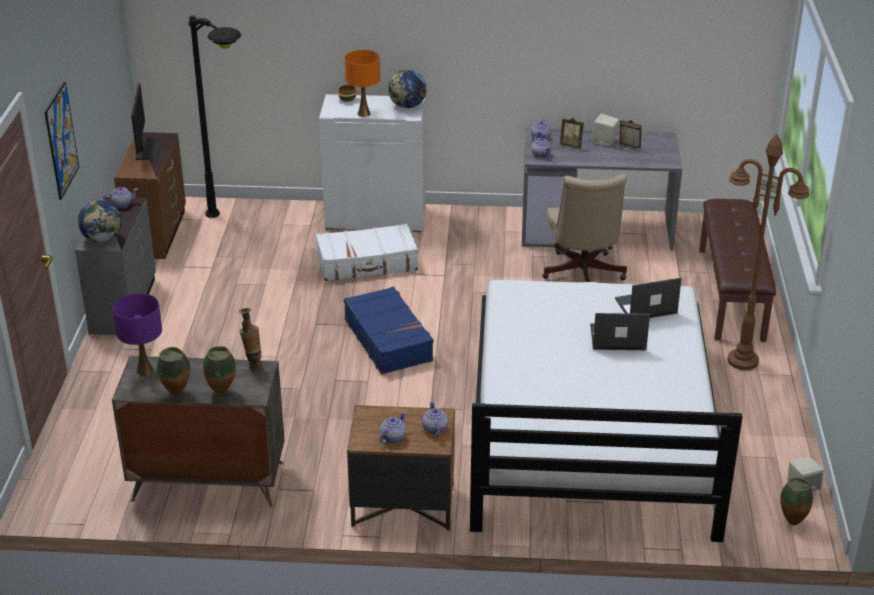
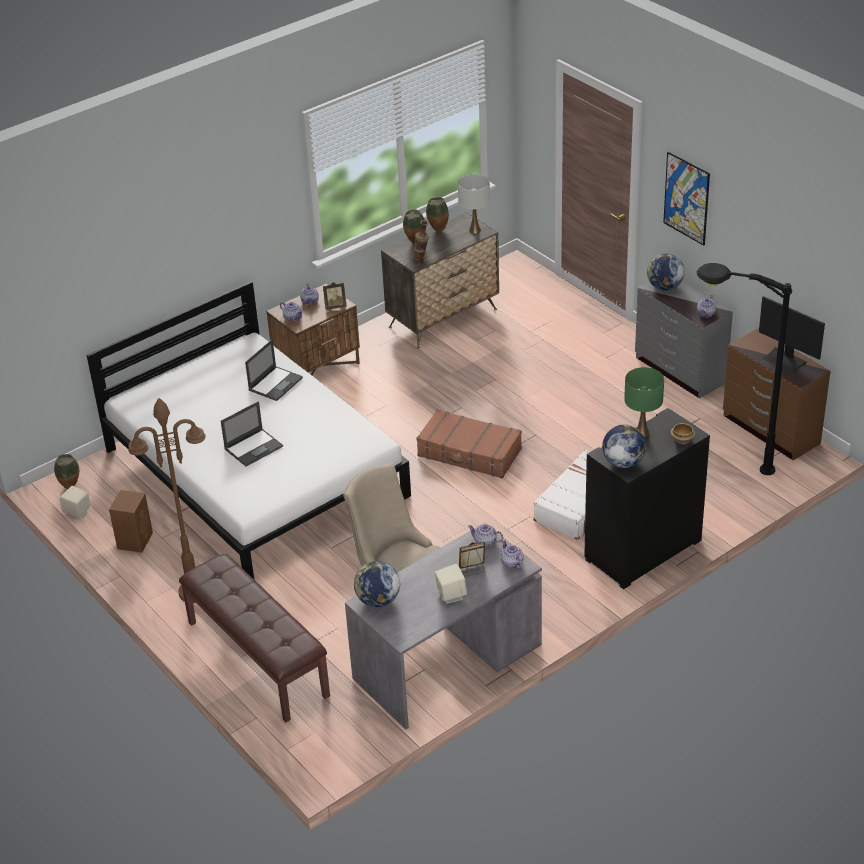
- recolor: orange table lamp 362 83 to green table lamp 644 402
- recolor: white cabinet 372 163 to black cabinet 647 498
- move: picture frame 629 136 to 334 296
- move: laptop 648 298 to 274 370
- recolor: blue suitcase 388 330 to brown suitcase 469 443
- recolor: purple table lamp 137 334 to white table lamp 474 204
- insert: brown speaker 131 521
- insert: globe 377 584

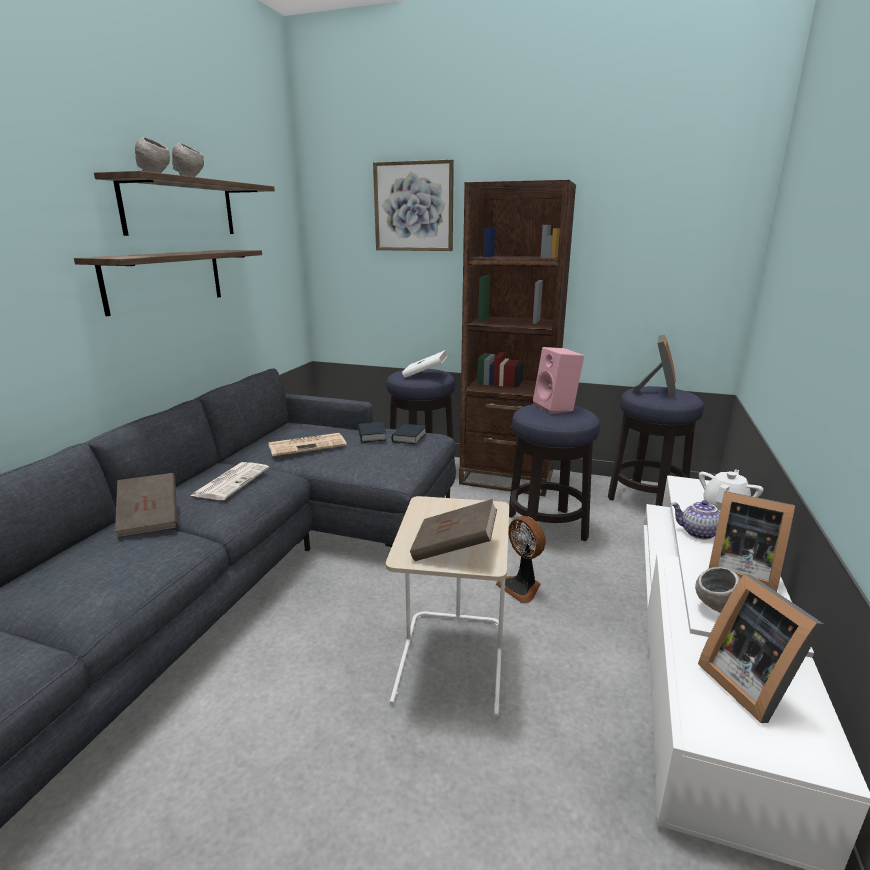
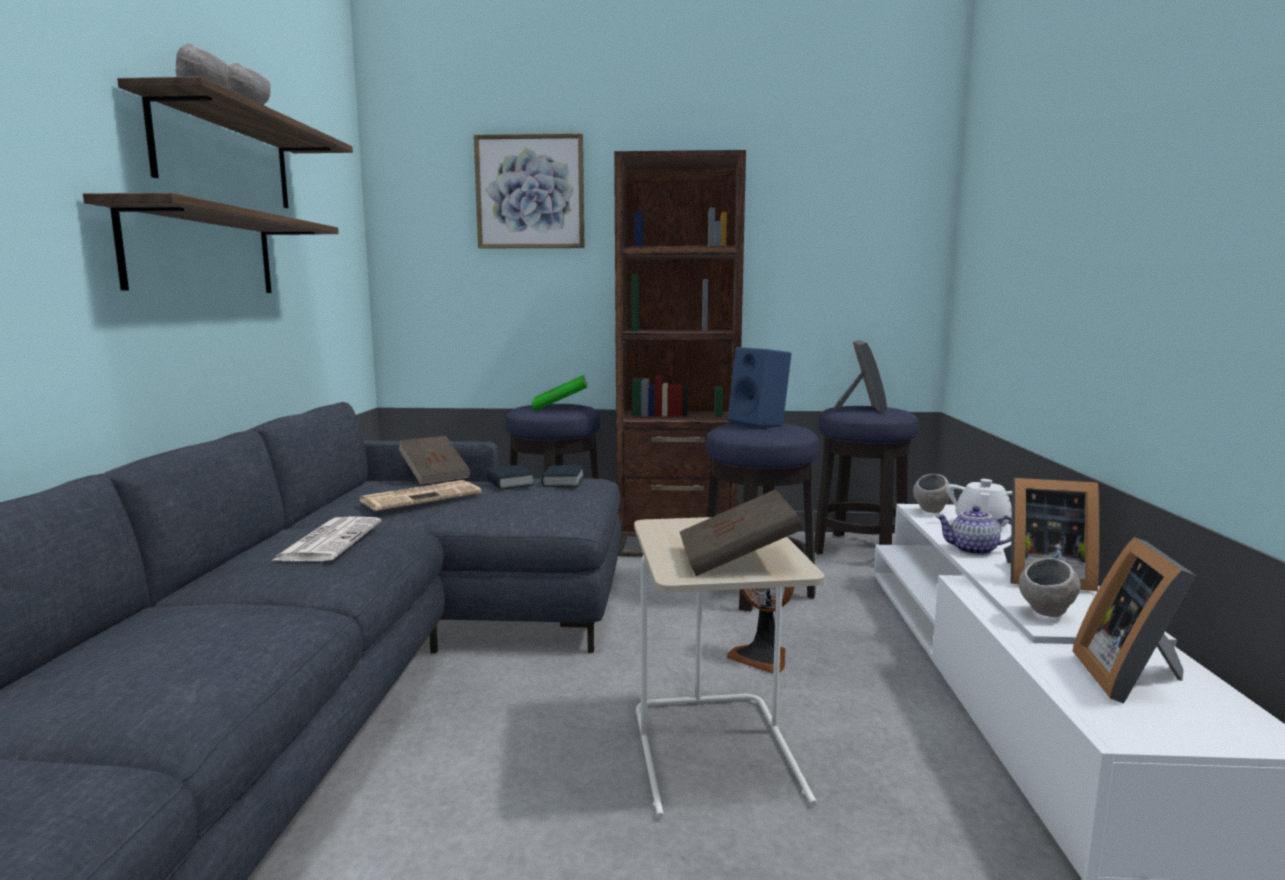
- recolor: pink speaker 558 380 to blue speaker 760 388
- recolor: white book 424 364 to green book 559 393
- move: brown book 146 505 to 434 460
- rotate: picture frame 761 648 = 1134 620 45 degrees clockwise
- insert: grey bowl 931 493

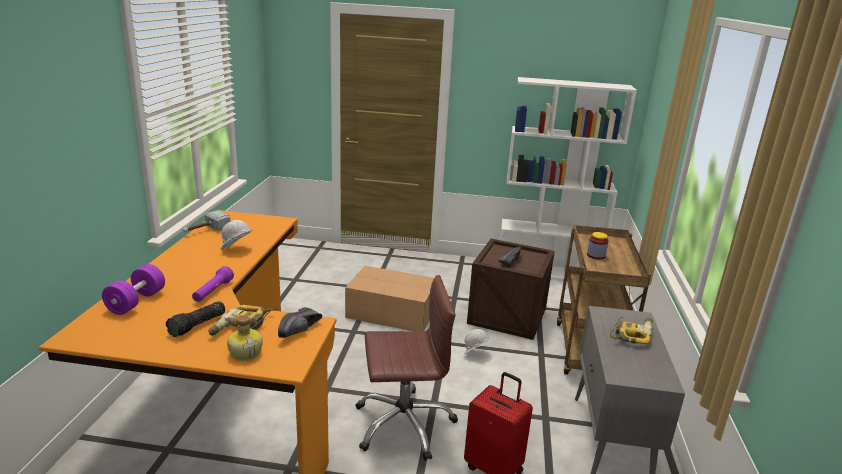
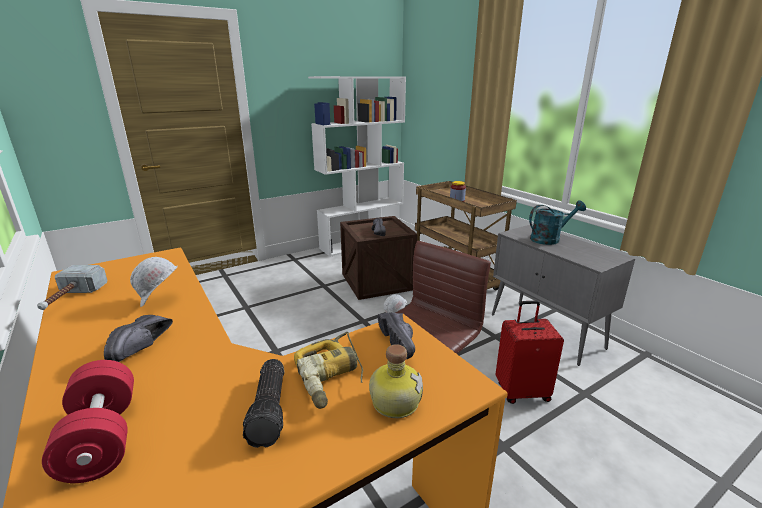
- recolor: purple dumbbell 133 289 to red dumbbell 88 421
- delete: purple flashlight 213 284
- delete: cardboard box 389 299
- replace: power drill 631 330 to turquoise watering can 557 222
- insert: black shoe 138 338

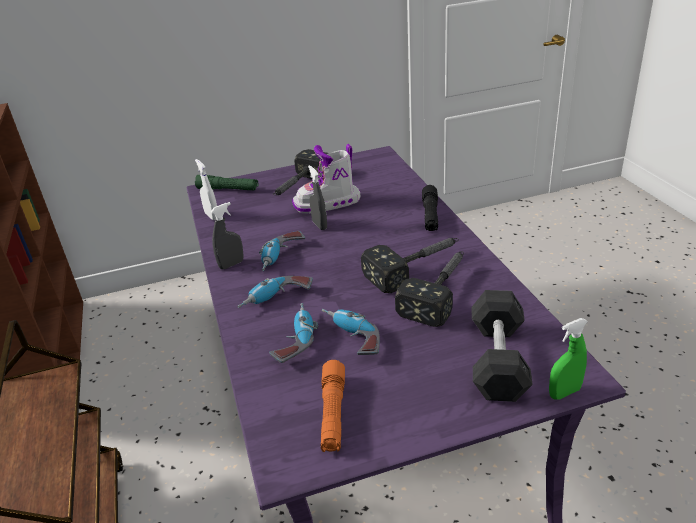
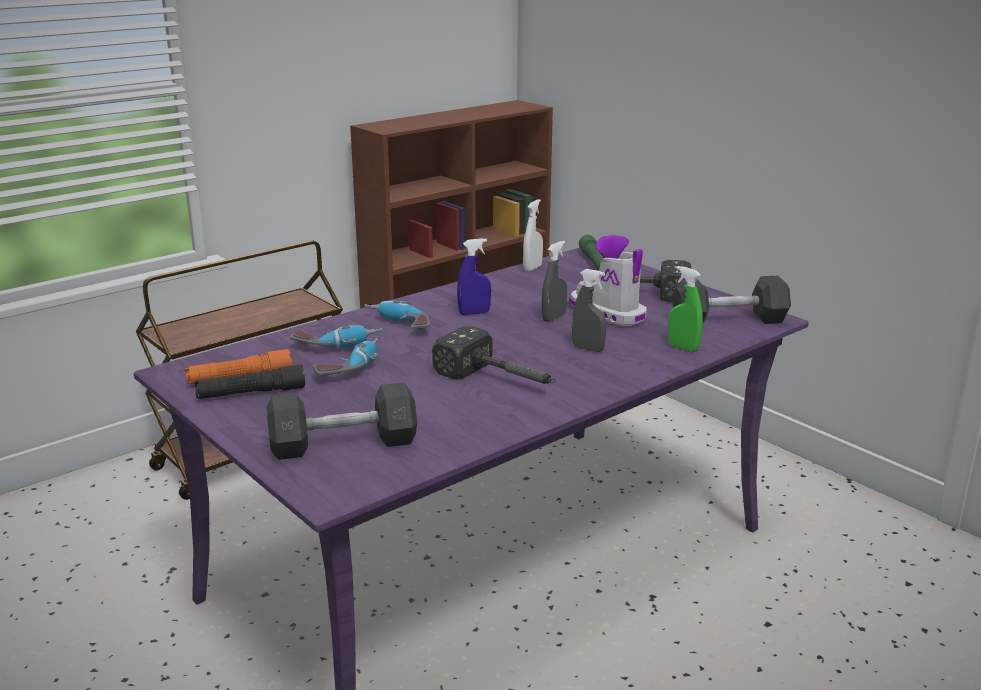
- move: black flashlight 430 208 to 250 381
- move: grey spray bottle 226 236 to 589 310
- replace: power drill 282 251 to blue spray bottle 474 276
- delete: hammer 429 289
- move: green spray bottle 568 359 to 685 309
- insert: grey dumbbell 731 300

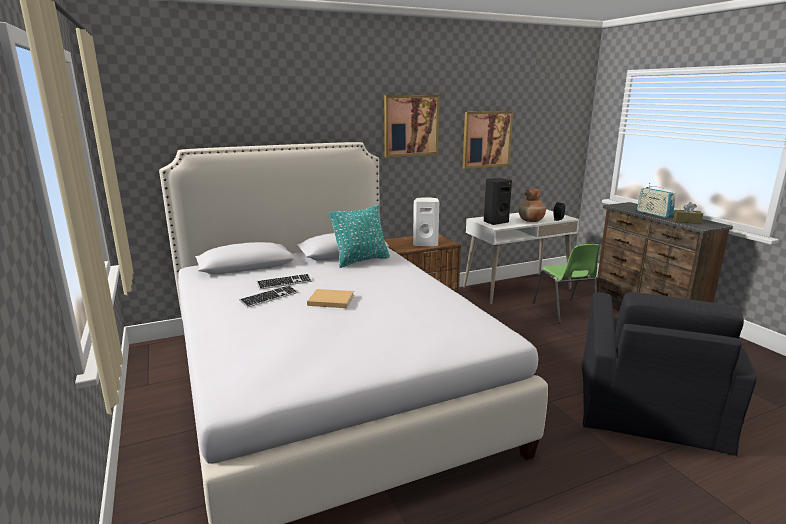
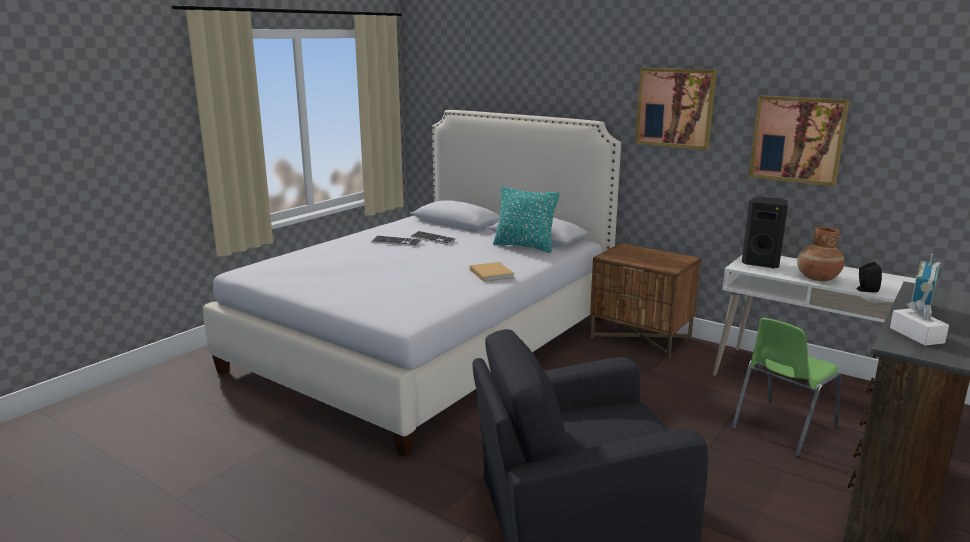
- delete: white speaker 426 222
- recolor: brown tissue box 688 213 to white tissue box 919 322
- move: beige book 330 298 to 492 272

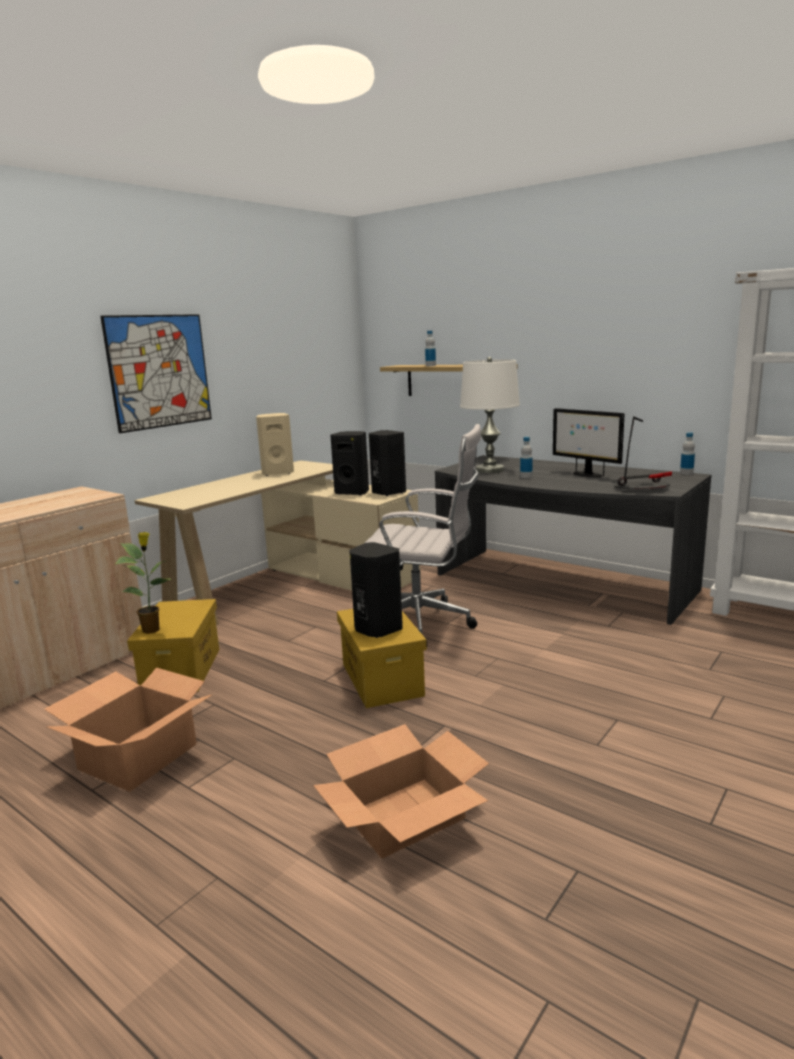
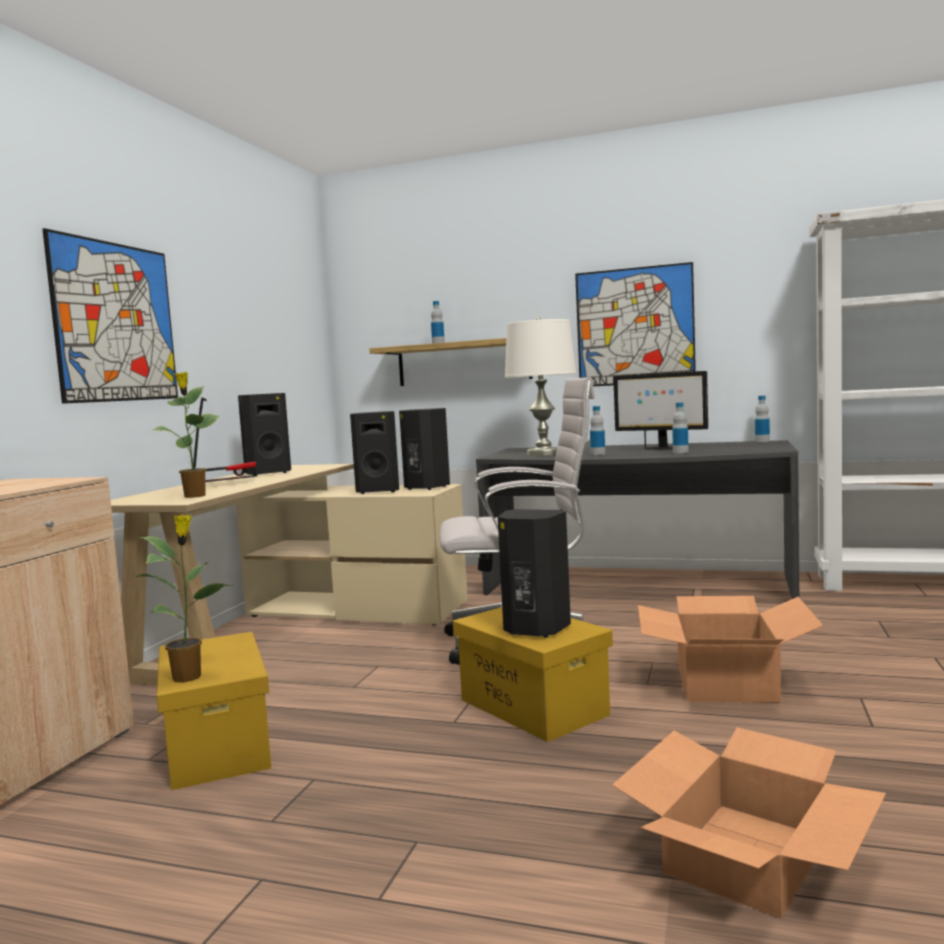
- recolor: beige speaker 275 444 to black speaker 264 434
- move: table lamp 643 452 to 224 439
- move: cardboard box 128 730 to 730 649
- insert: picture 635 324
- insert: potted plant 186 435
- insert: bottle 680 427

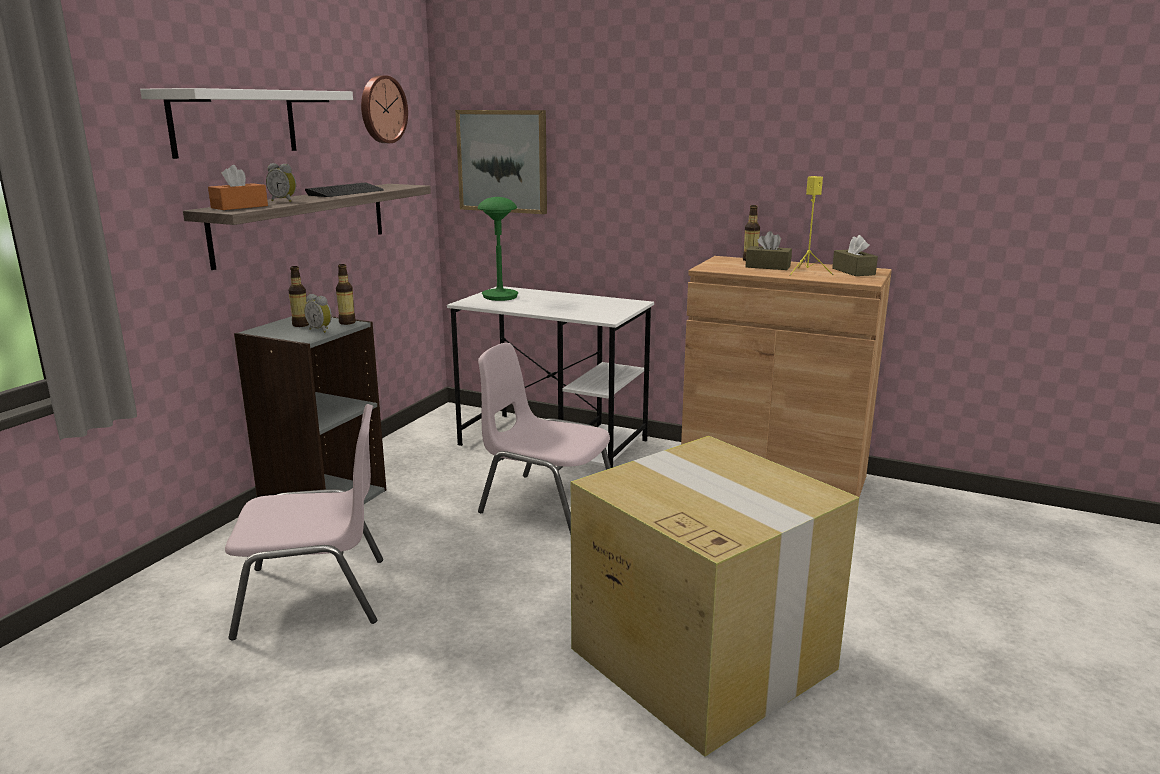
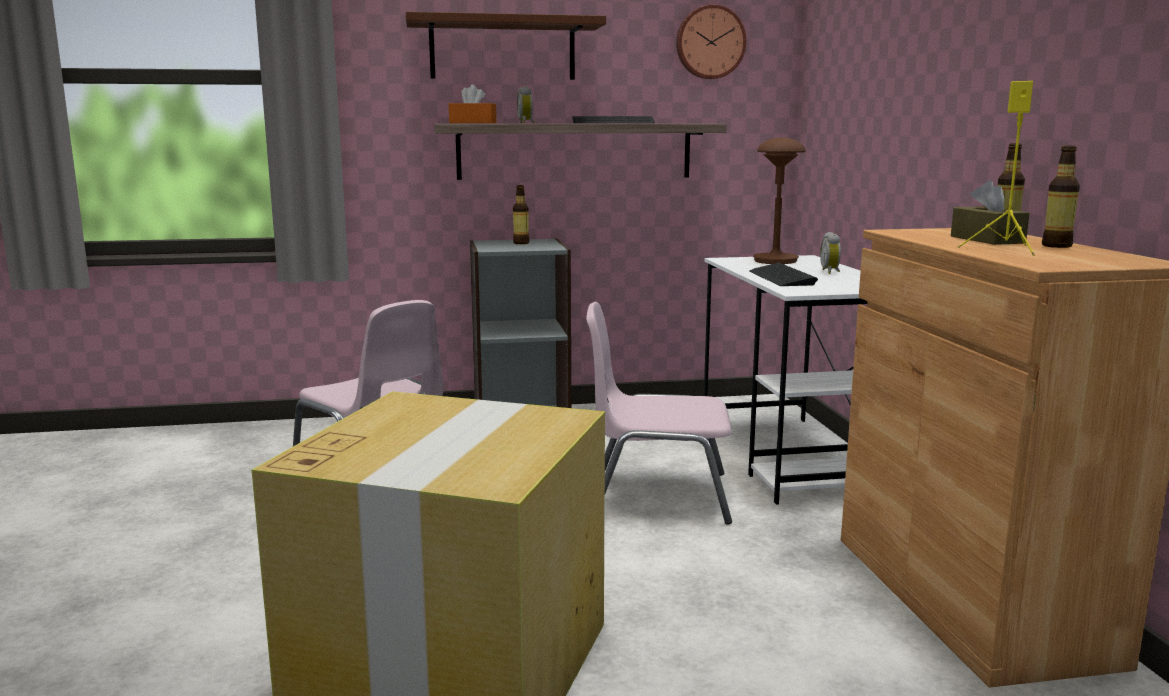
- recolor: white shelf 246 123 to brown shelf 506 45
- delete: picture 501 162
- recolor: green table lamp 498 249 to brown table lamp 779 201
- delete: brown tissue box 855 255
- move: bottle 346 294 to 1061 196
- move: alarm clock 318 313 to 830 253
- rotate: pink chair 544 439 = 659 413 75 degrees counterclockwise
- insert: keyboard 783 274

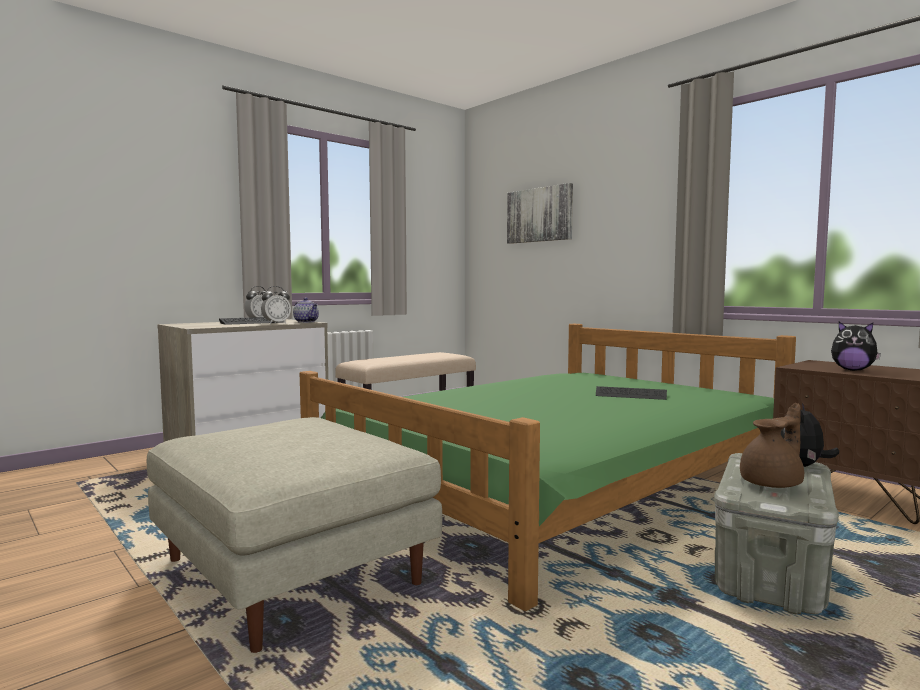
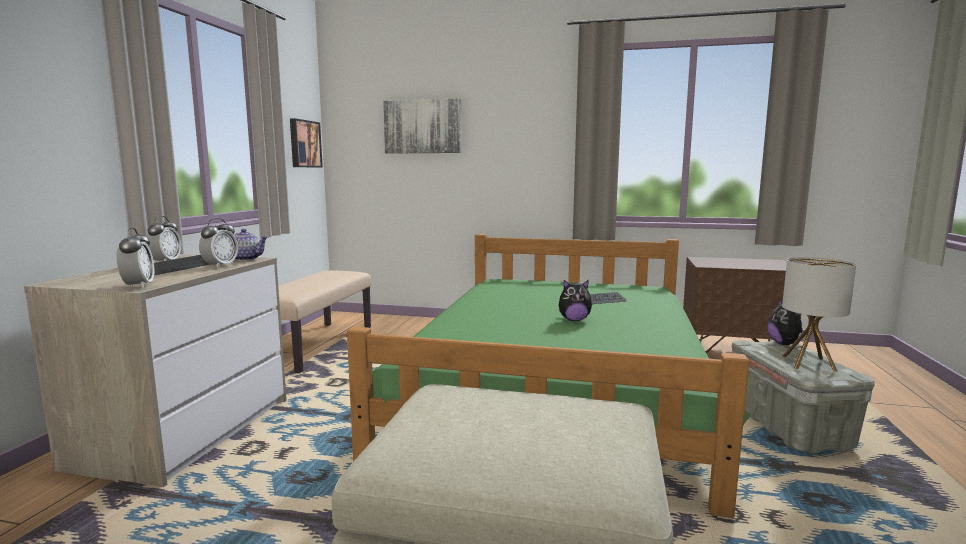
- move: plush toy 856 346 to 575 300
- replace: brown teapot 772 445 to table lamp 819 314
- insert: picture 306 143
- insert: alarm clock 135 258

